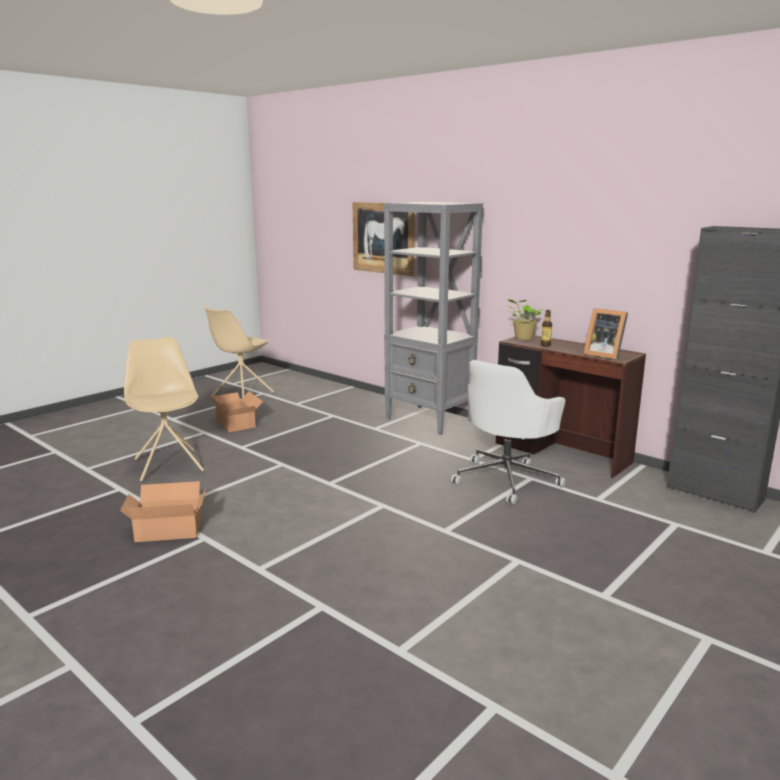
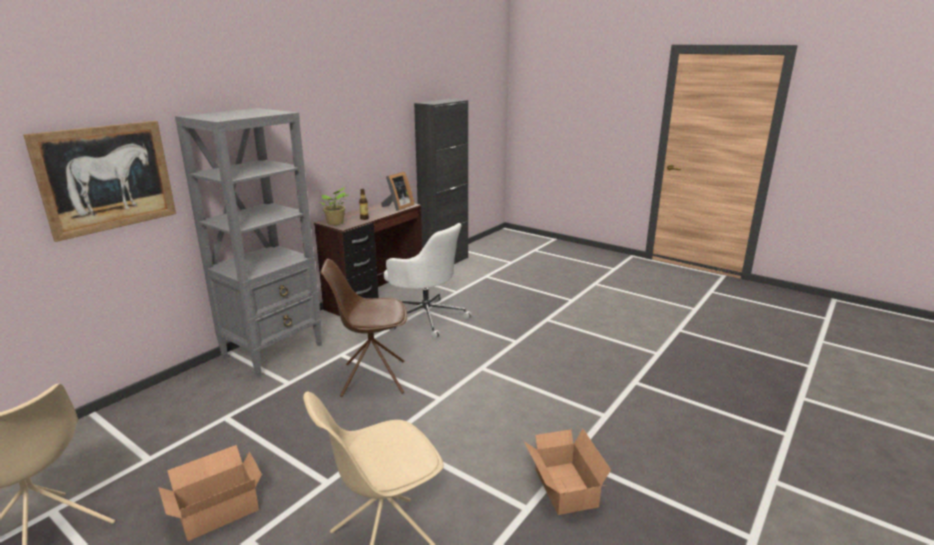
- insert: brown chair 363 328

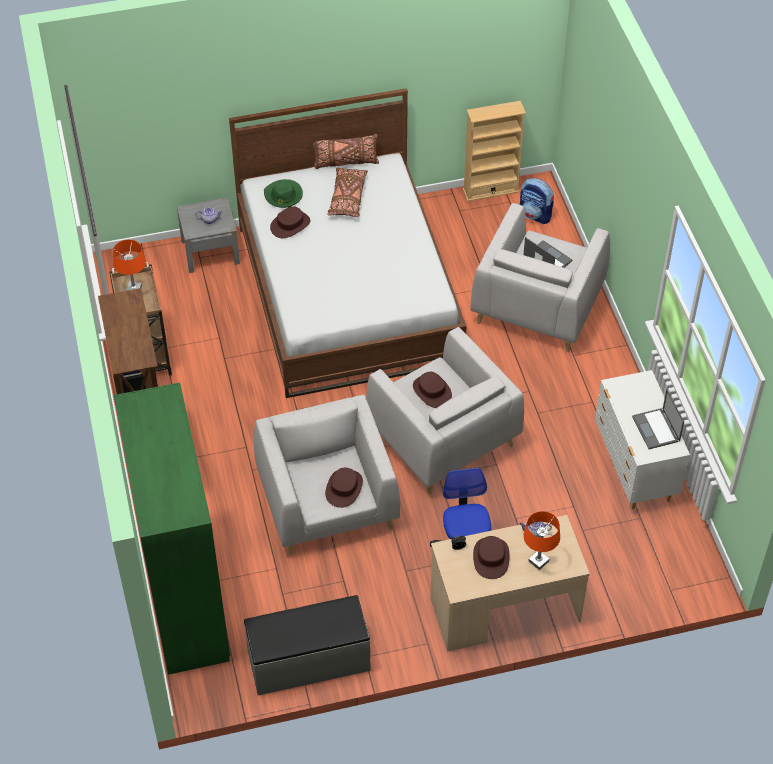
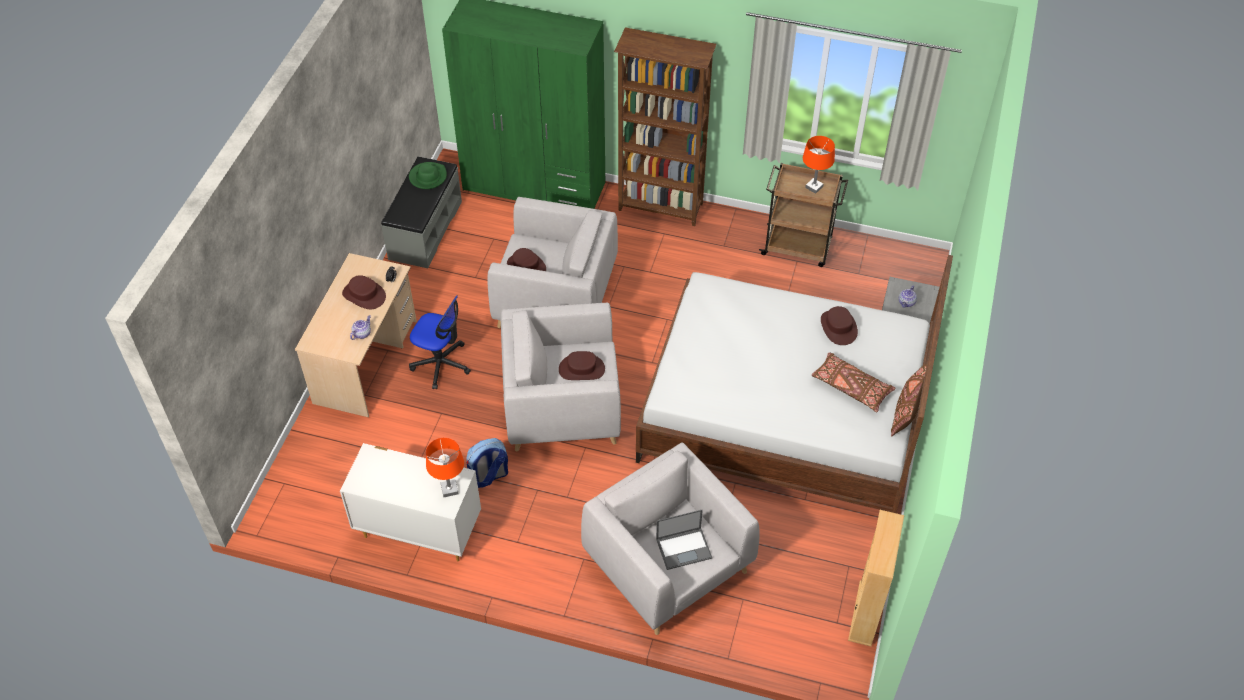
- move: backpack 537 201 to 487 463
- move: green hat 283 193 to 428 175
- delete: laptop 658 419
- move: orange table lamp 541 540 to 445 467

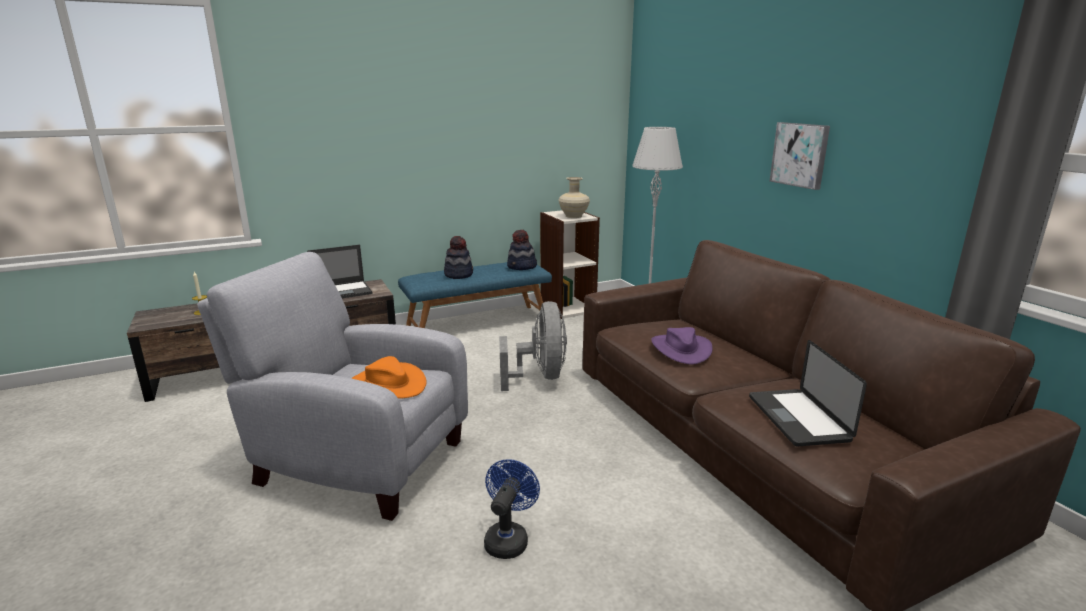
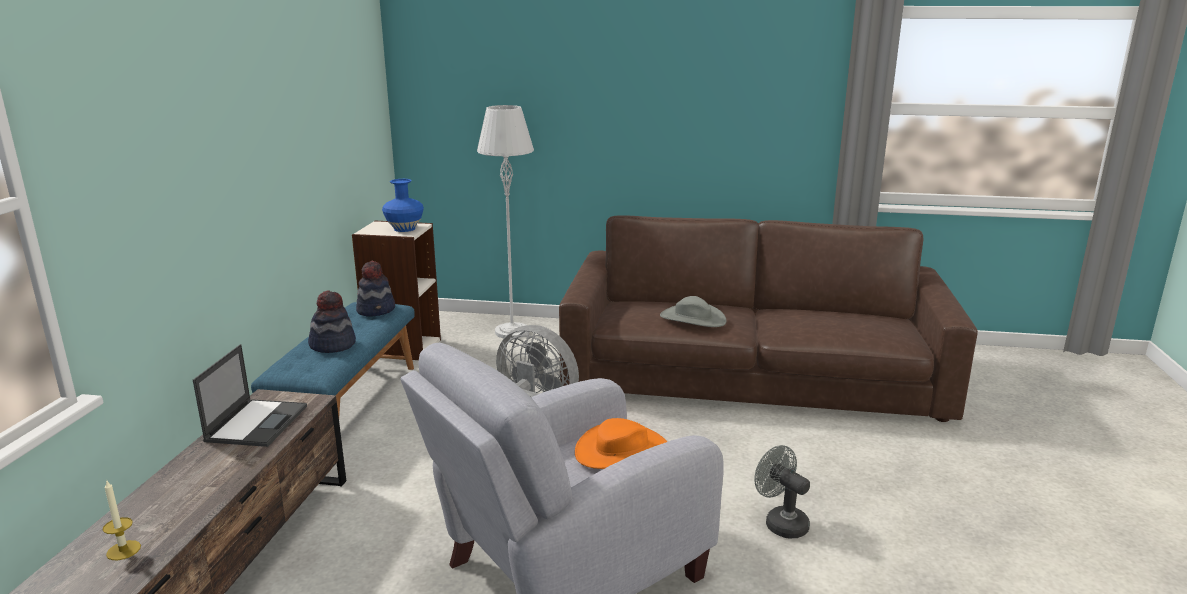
- delete: picture 800 156
- recolor: beige vase 574 197 to blue vase 403 205
- recolor: purple hat 682 345 to grey hat 693 311
- delete: laptop 808 393
- recolor: blue fan 512 509 to grey fan 782 491

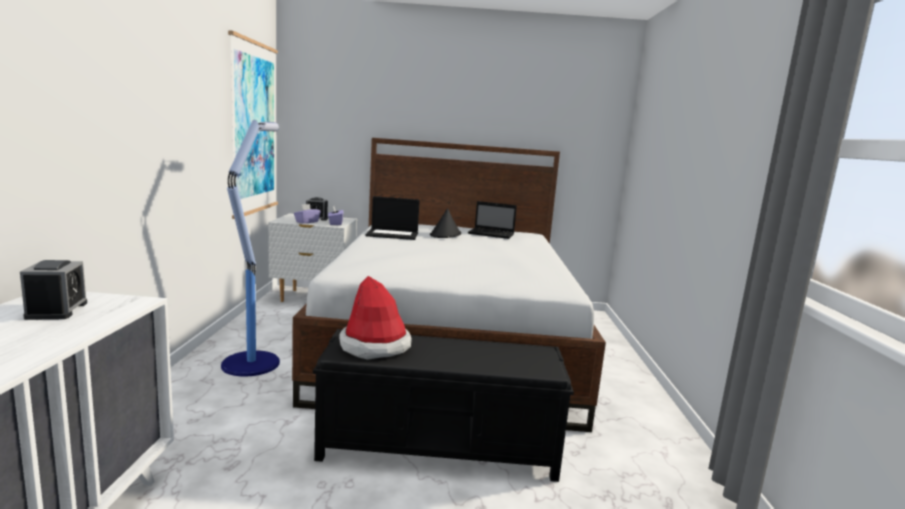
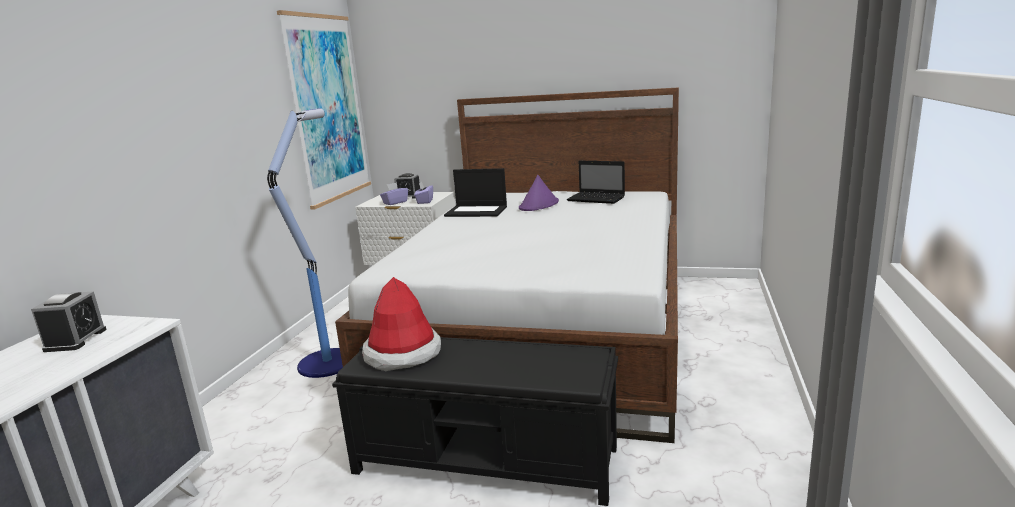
- recolor: black hat 445 223 to purple hat 539 193

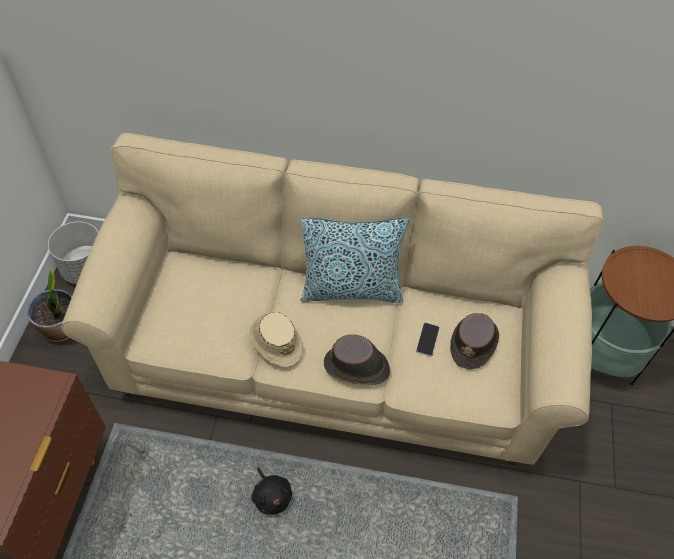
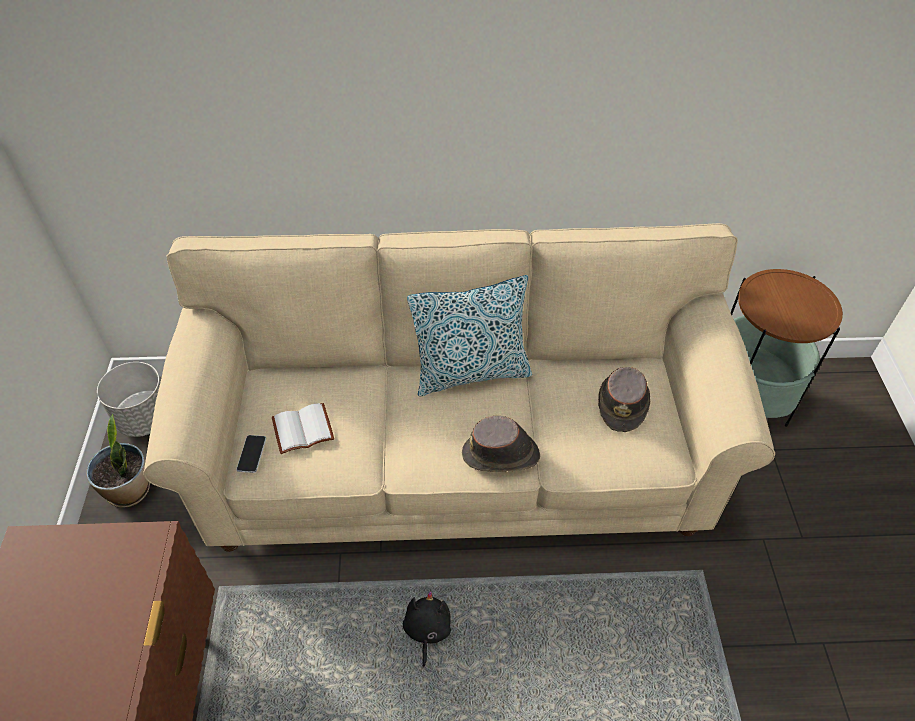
- delete: beige hat 276 339
- move: phone 428 339 to 251 454
- rotate: black plush toy 271 491 = 427 629 135 degrees counterclockwise
- insert: white book 303 428

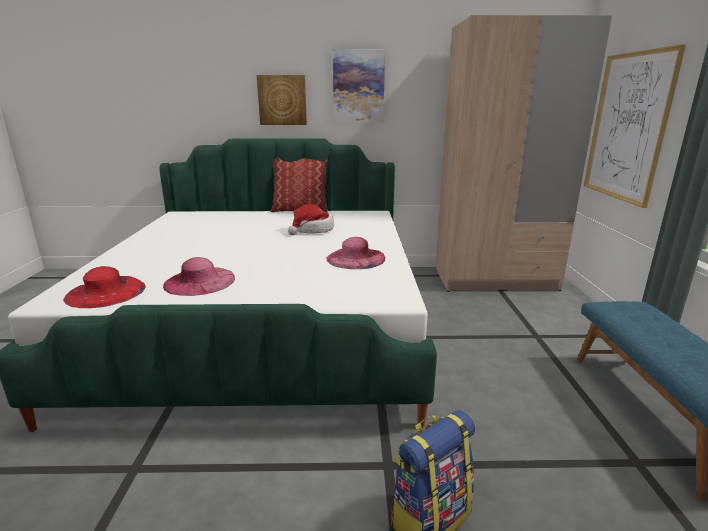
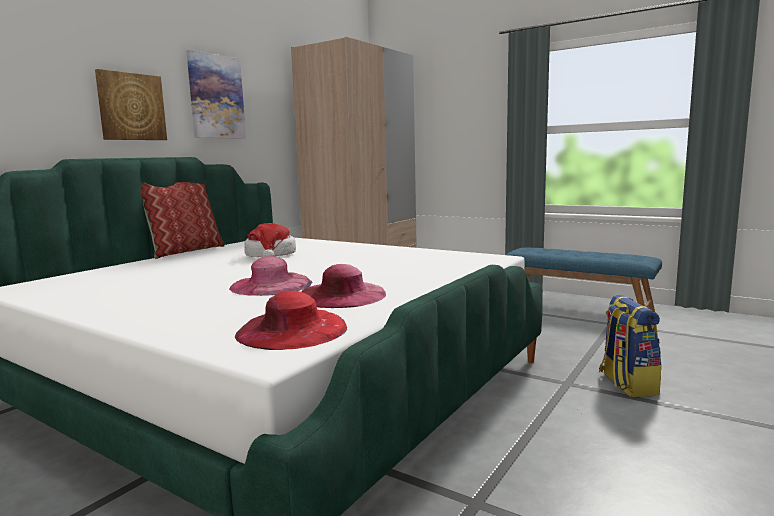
- delete: picture 635 126
- move: pink hat 355 253 to 270 276

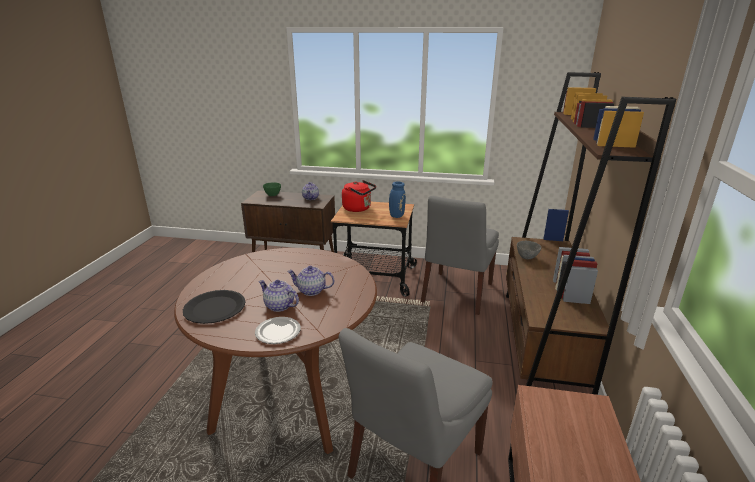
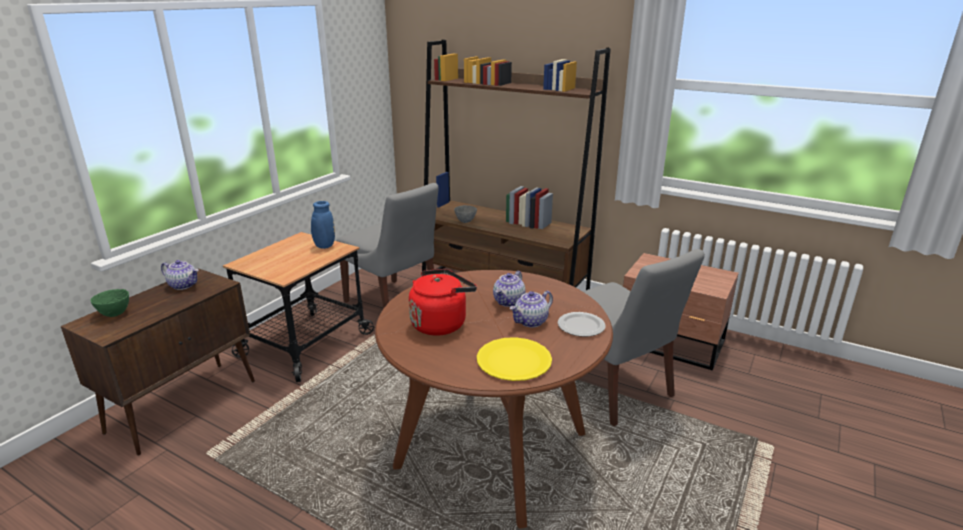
- move: red kettle 359 196 to 443 302
- recolor: black plate 214 307 to yellow plate 514 359

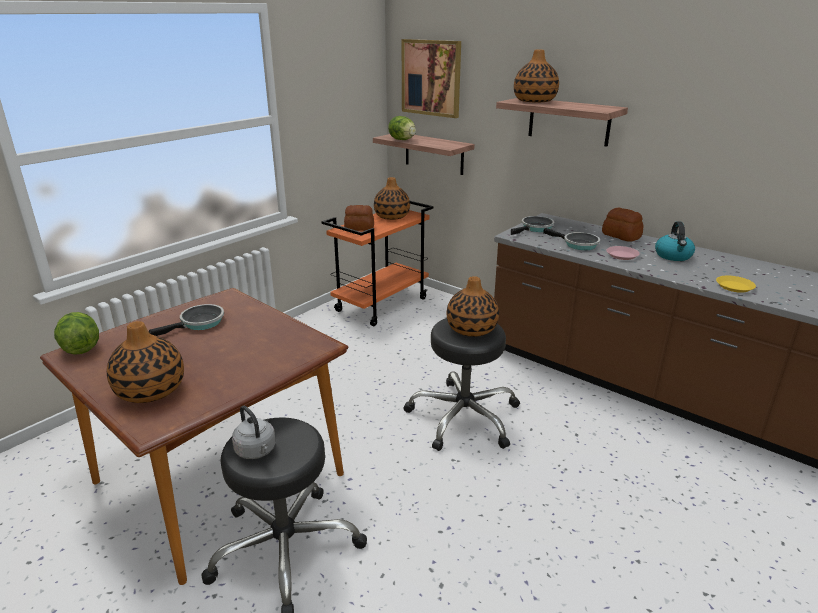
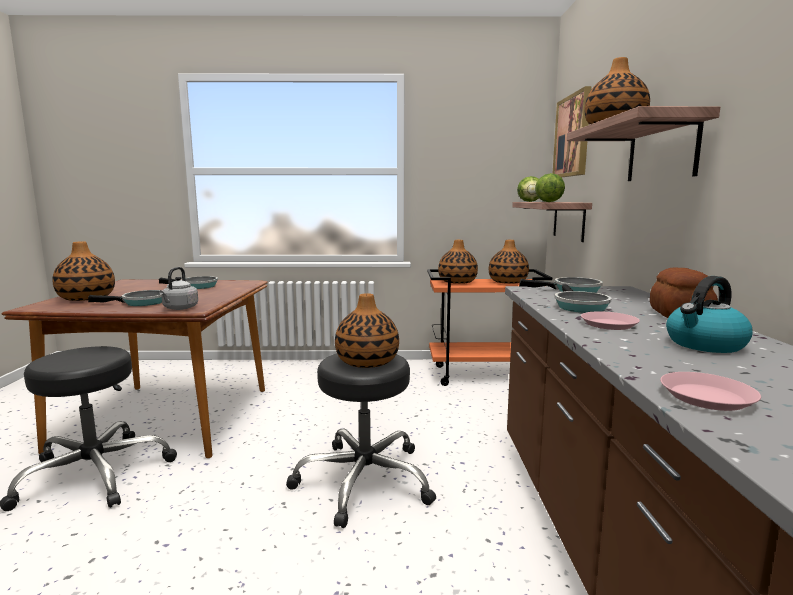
- replace: bread 359 218 to vase 458 262
- recolor: yellow plate 736 284 to pink plate 710 391
- move: lettuce 76 333 to 550 187
- move: grey kettle 254 432 to 178 288
- insert: frying pan 125 298

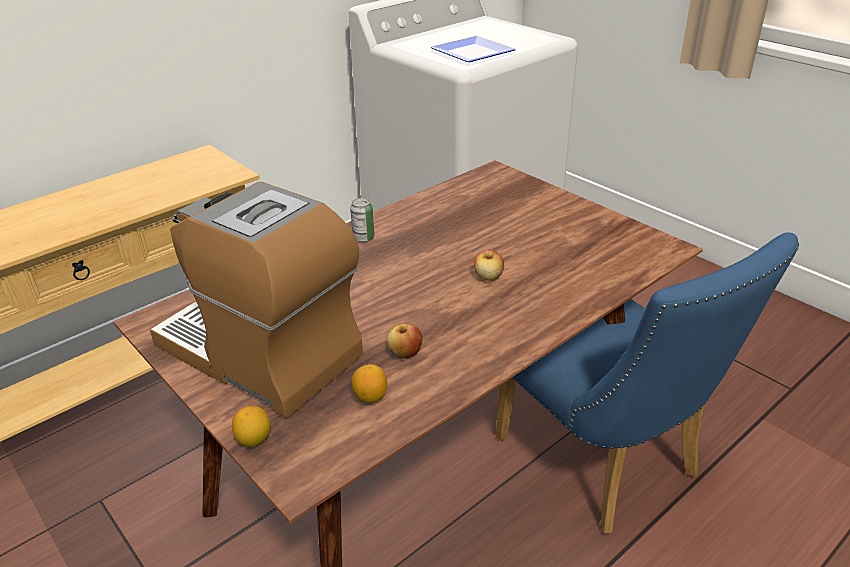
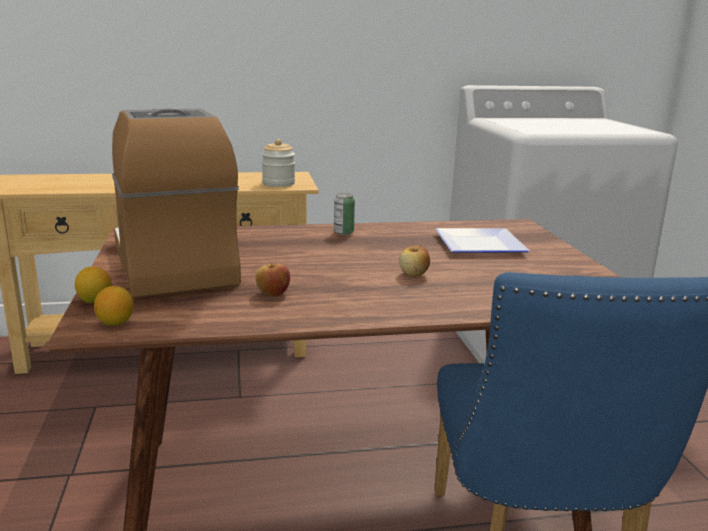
- move: plate 473 49 to 482 240
- move: lemon 369 383 to 113 306
- insert: jar 278 163

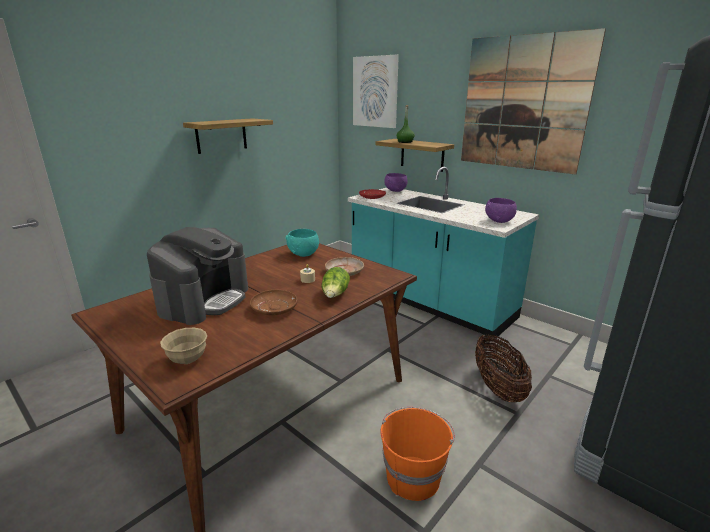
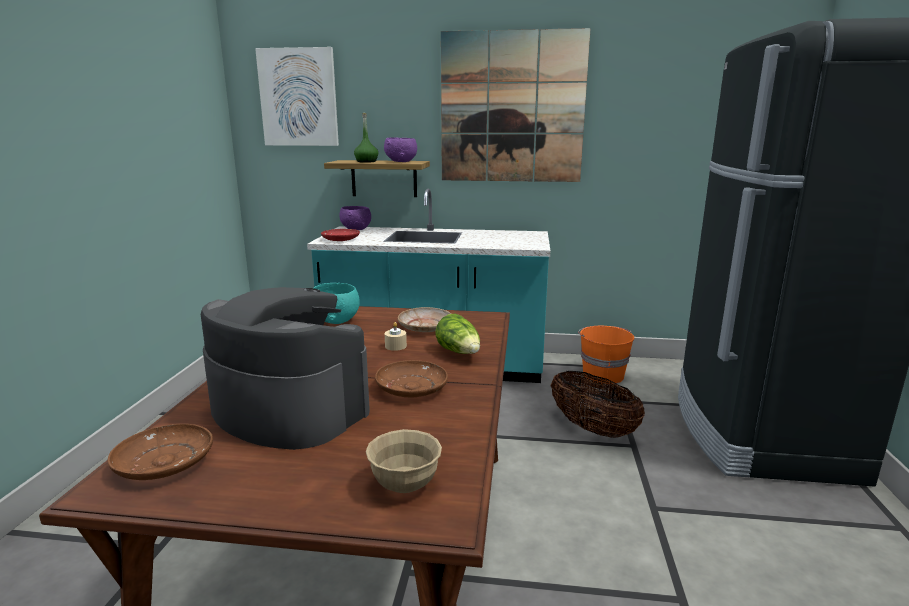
- delete: shelf 228 136
- move: purple bowl 501 210 to 400 149
- rotate: coffee machine 197 276 = 285 368 45 degrees counterclockwise
- move: orange bucket 417 454 to 606 355
- insert: brown plate 160 452

